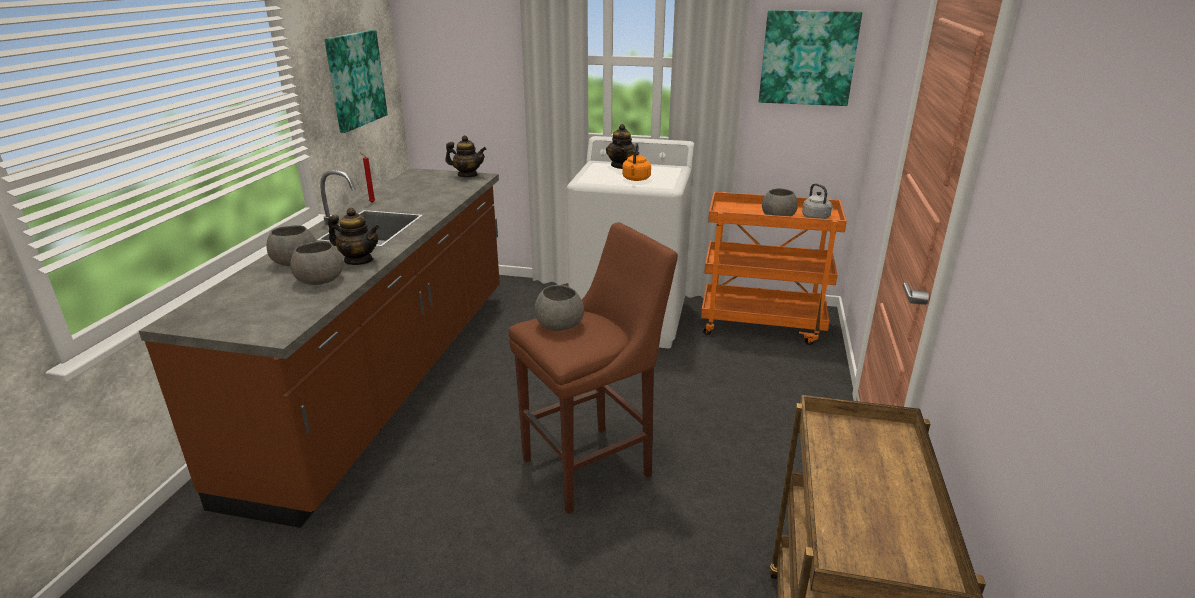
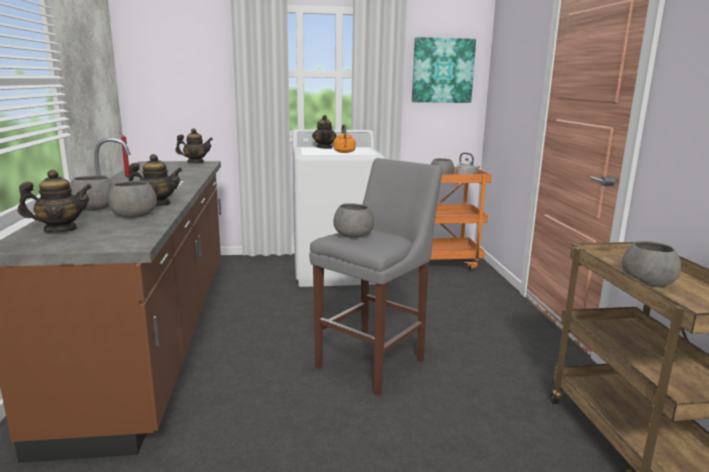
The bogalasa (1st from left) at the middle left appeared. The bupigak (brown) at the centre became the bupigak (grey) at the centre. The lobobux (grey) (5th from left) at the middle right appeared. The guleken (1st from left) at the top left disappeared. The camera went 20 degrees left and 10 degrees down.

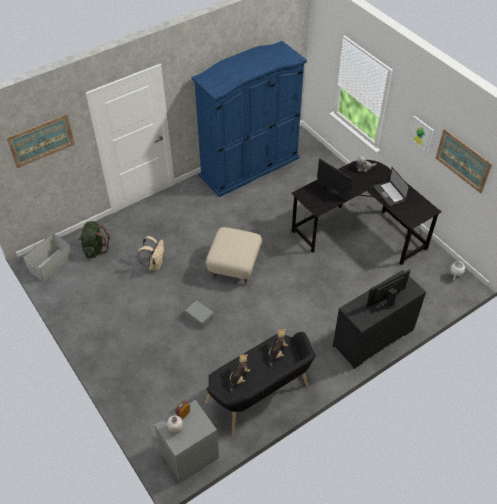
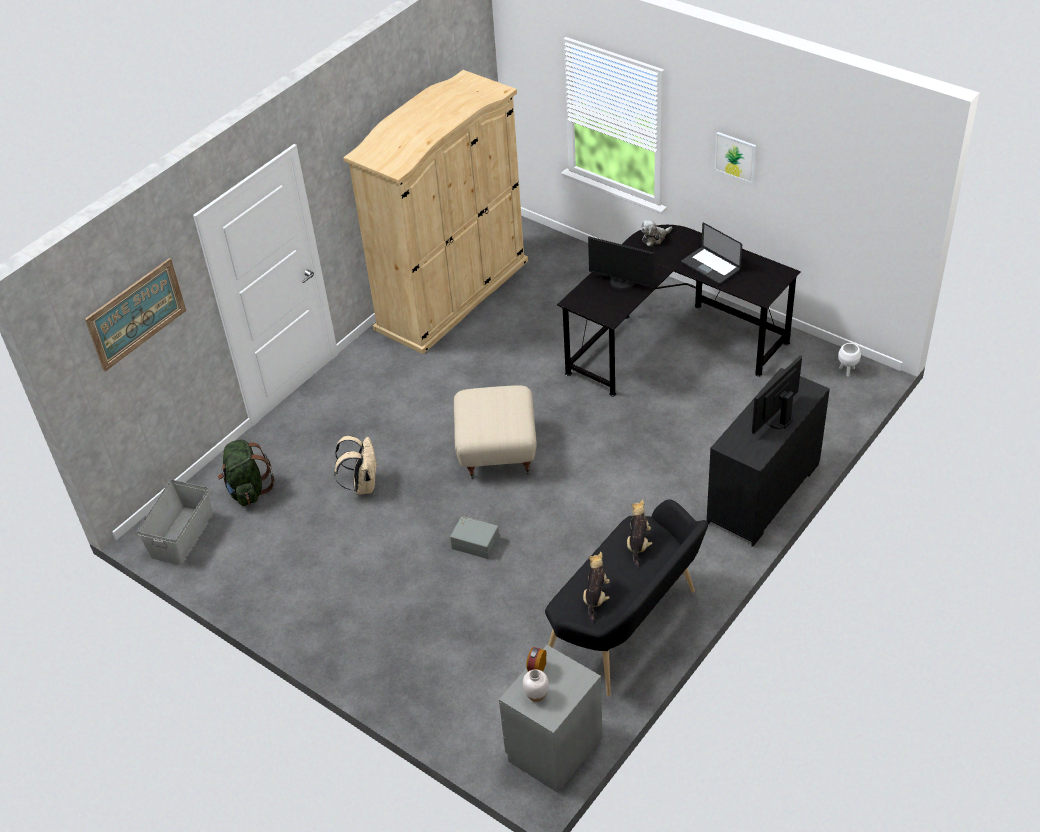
The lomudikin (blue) at the top centre became the lomudikin (beige) at the top centre. The guleken (3rd from left) at the top right disappeared. The camera went 15 degrees left and 5 degrees down.

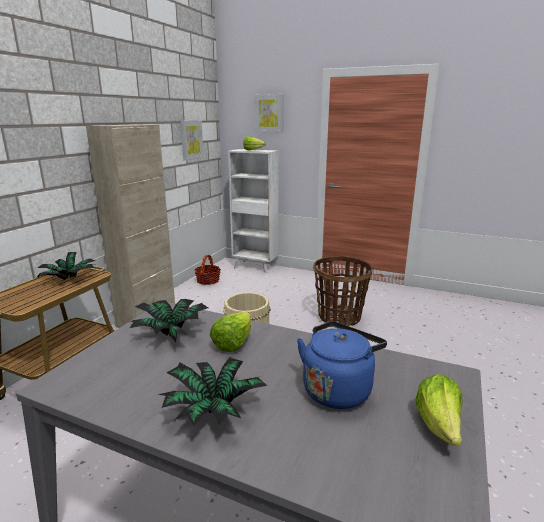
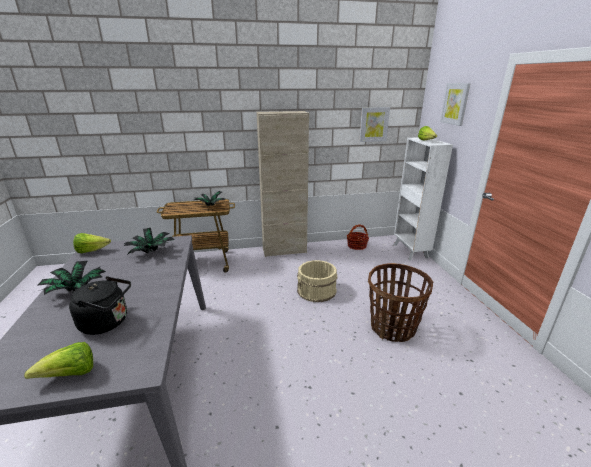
The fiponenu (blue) at the bottom centre became the fiponenu (black) at the middle left. The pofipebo (1st from left in the first image) moved from the centre to the middle left. The camera went 55 degrees right and 5 degrees up.

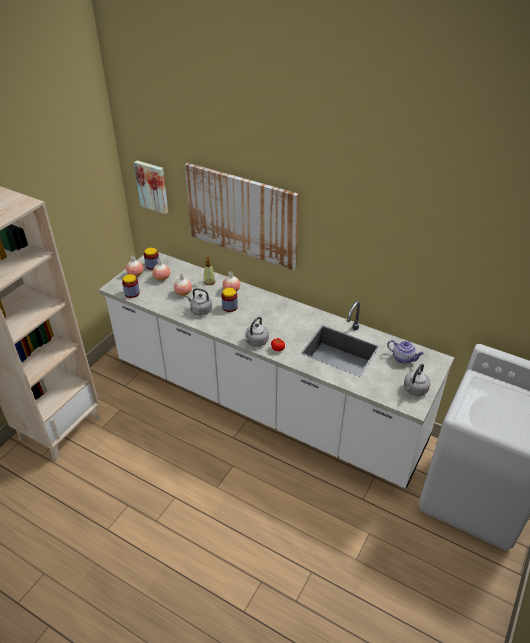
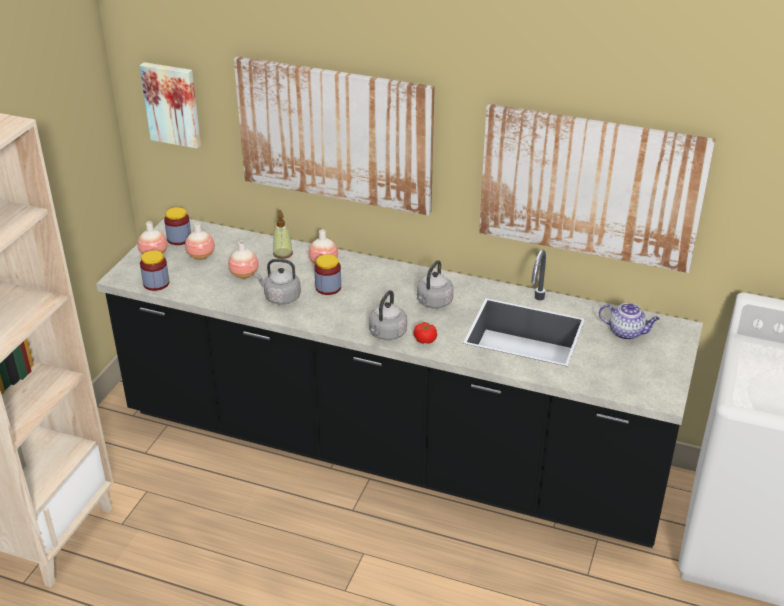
The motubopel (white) at the centre became the motubopel (black) at the centre. The fiponenu (grey) (3rd from left) moved from the middle right to the centre. The guleken (3rd from left) at the top right appeared. The camera went 10 degrees left and 5 degrees down.

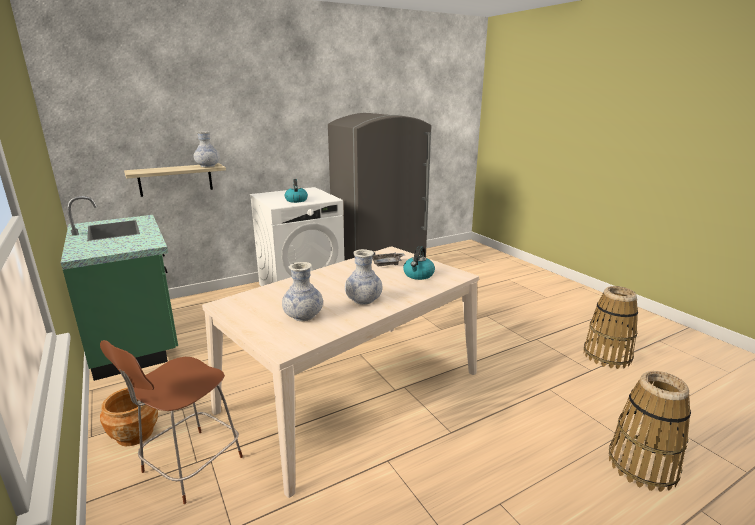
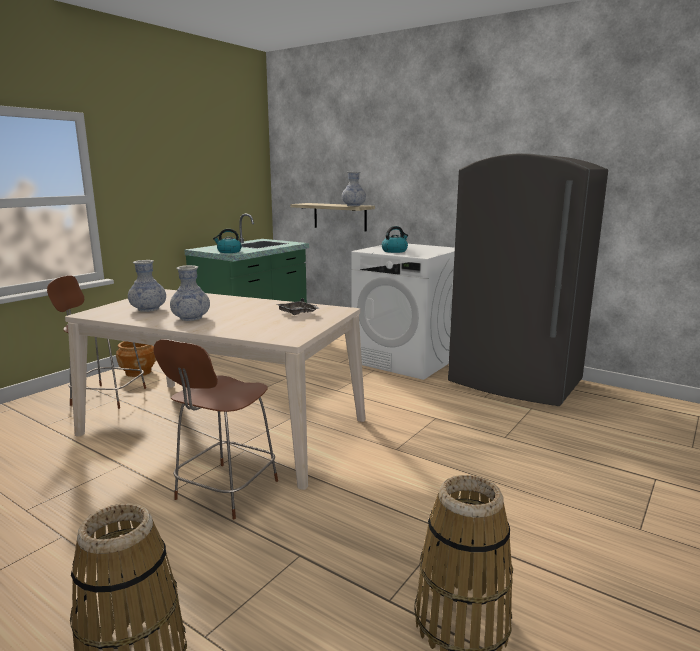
The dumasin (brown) (2nd from left) at the middle left appeared. The fiponenu (2nd from left in the first image) moved from the centre to the middle left. The camera went 65 degrees right and 5 degrees down.

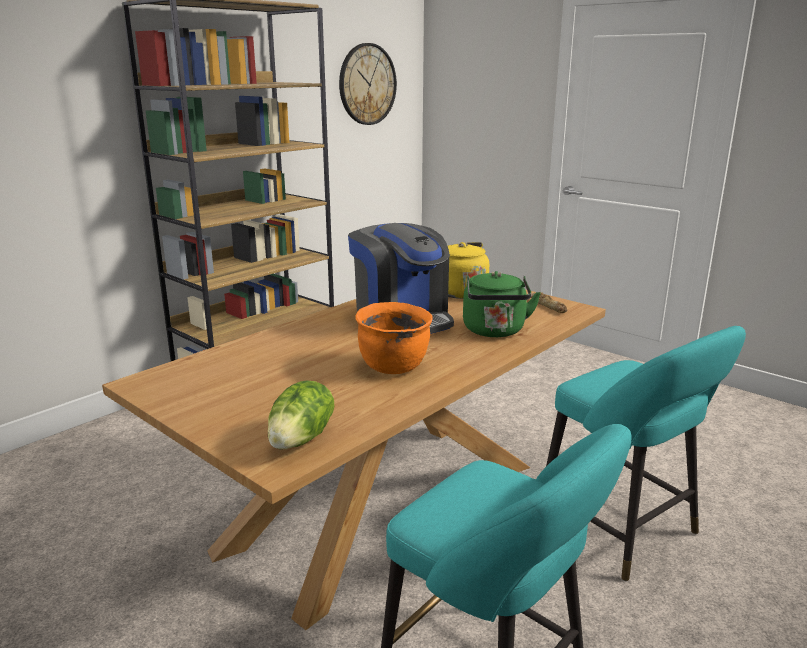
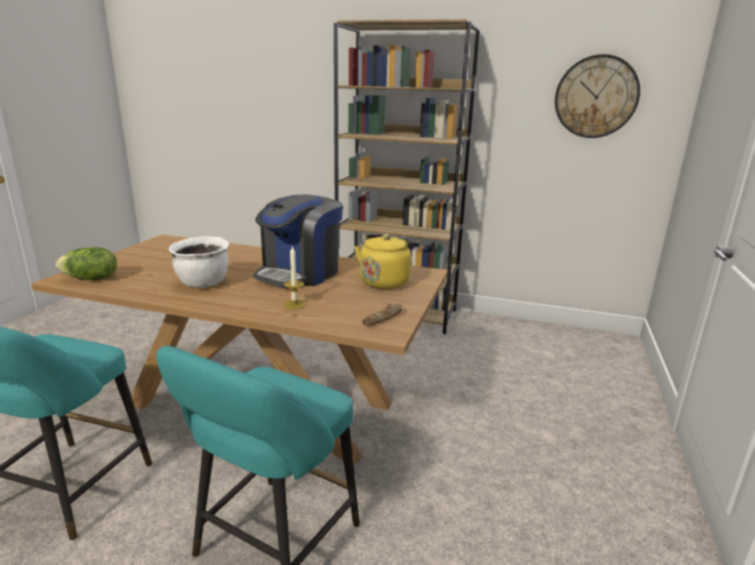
The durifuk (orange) at the centre became the durifuk (white) at the middle left. The fiponenu (green) at the centre was replaced by the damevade at the centre. The camera went 65 degrees right and 0 degrees up.

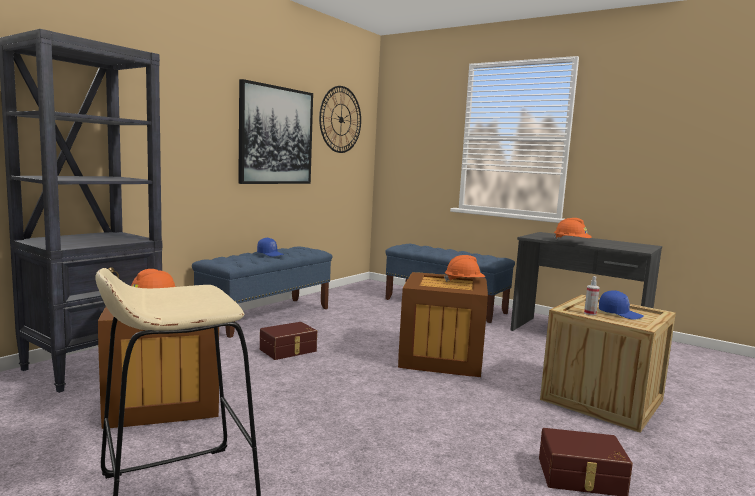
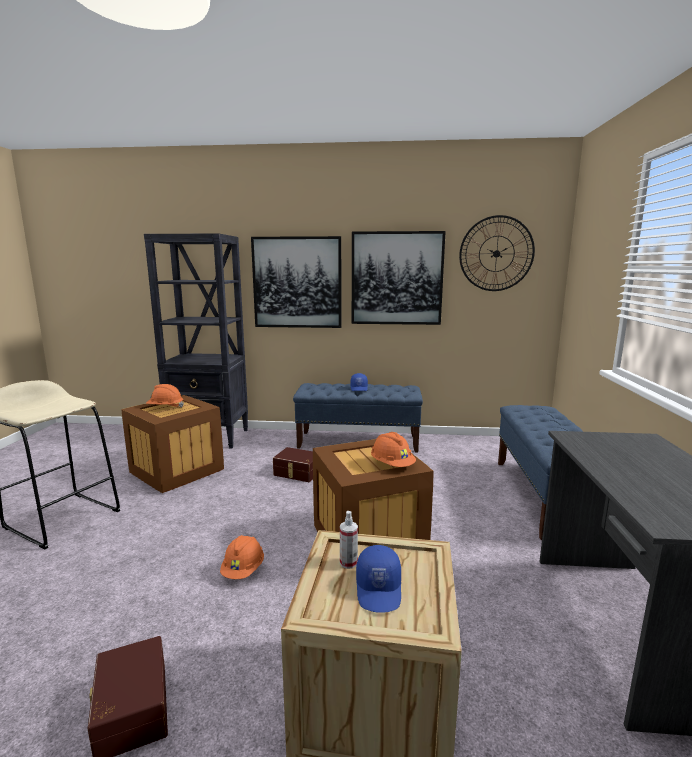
The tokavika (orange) (3rd from left in the first image) moved from the middle right to the bottom centre. The guleken (1st from left) at the centre appeared. The camera went 60 degrees right and 5 degrees up.

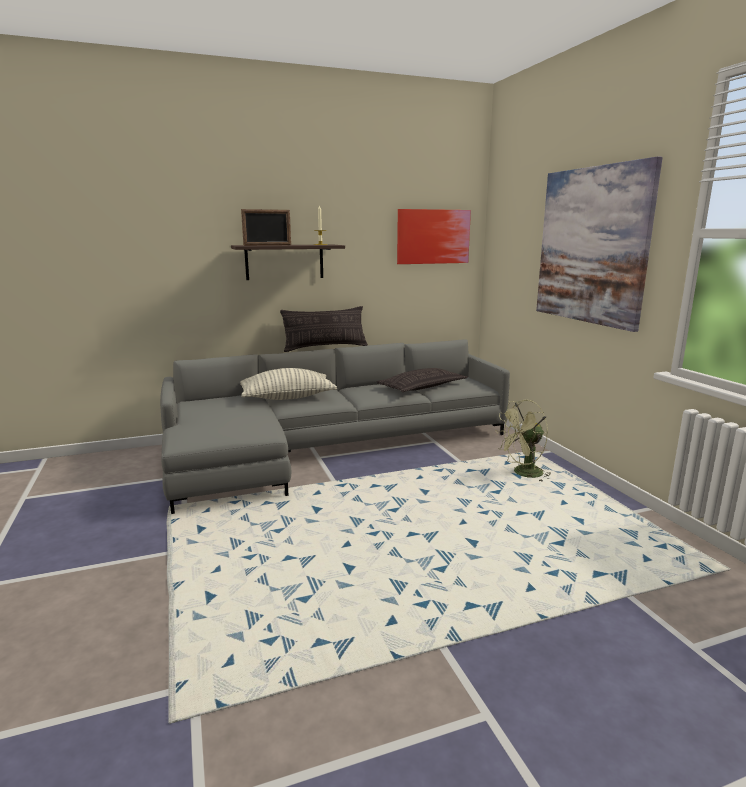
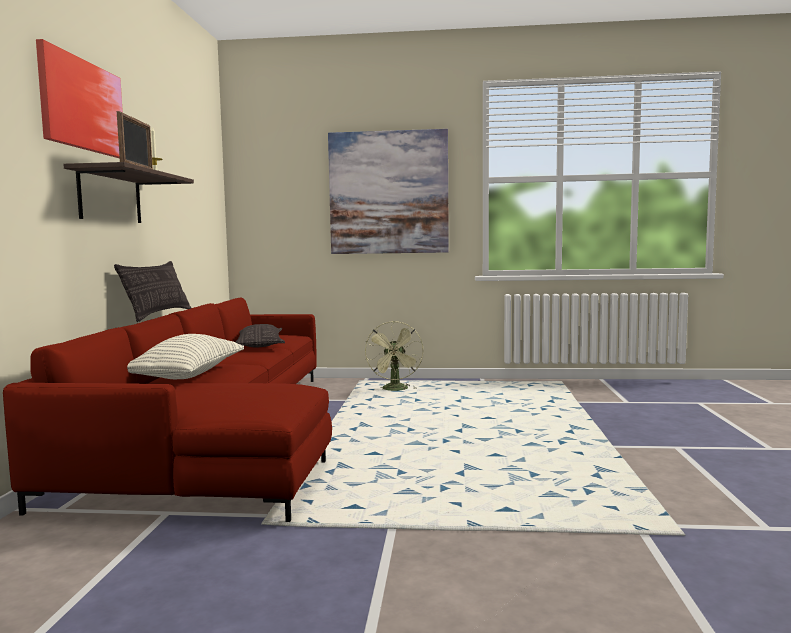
The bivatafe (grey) at the centre became the bivatafe (red) at the middle left. The guleken (1st from left) moved from the top centre to the top left. The camera went 65 degrees left and 10 degrees down.

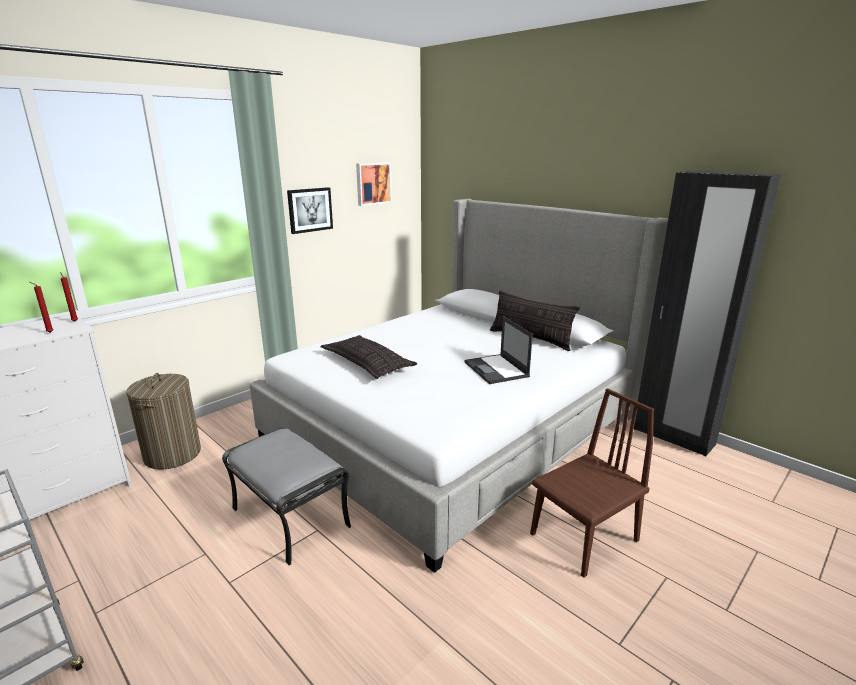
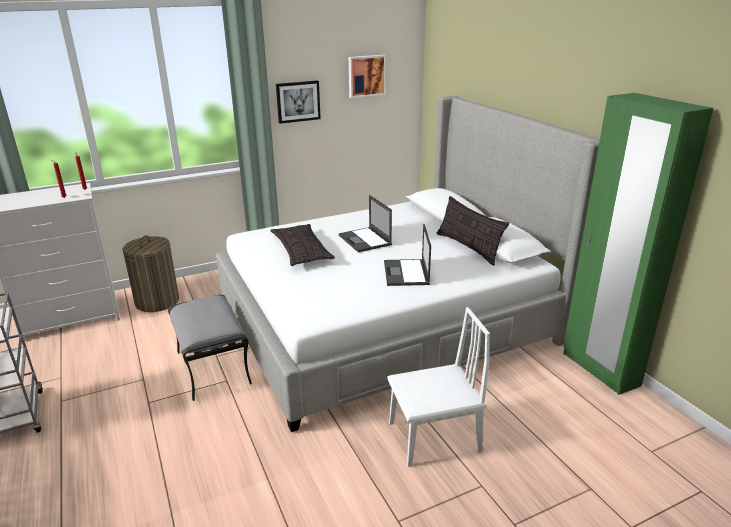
The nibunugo (1st from left) at the centre appeared. The dumasin (brown) at the bottom right became the dumasin (white) at the bottom centre. The lomudikin (black) at the middle right became the lomudikin (green) at the middle right. The camera went 20 degrees right and 5 degrees up.

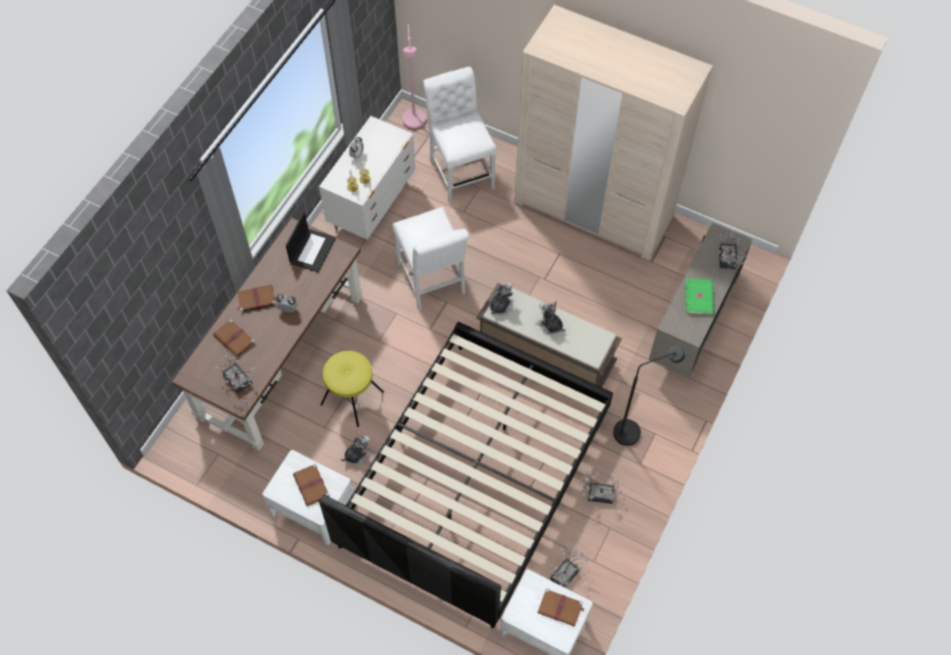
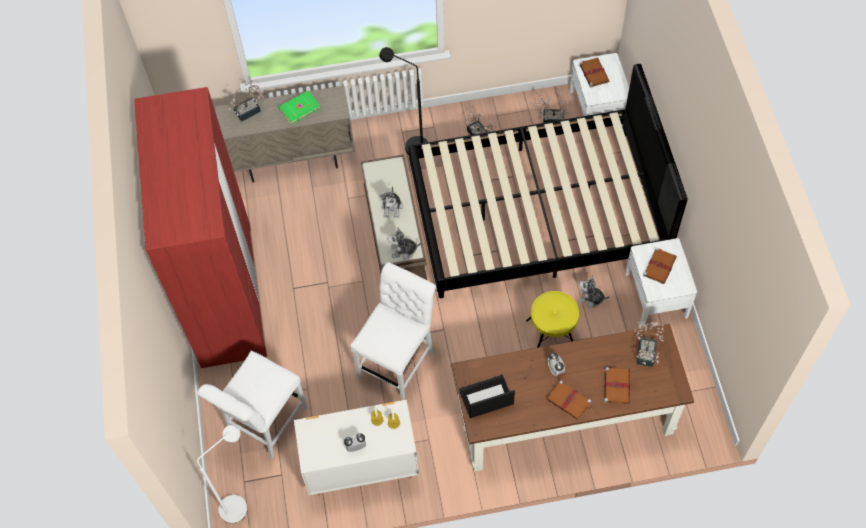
The lomudikin (beige) at the top centre became the lomudikin (red) at the middle left. The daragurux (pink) at the top centre became the daragurux (white) at the bottom left. The camera went 125 degrees left and 0 degrees up.

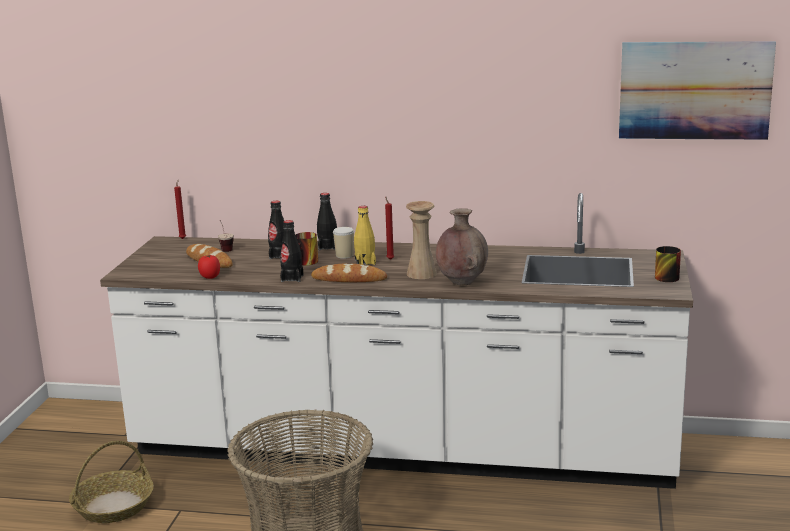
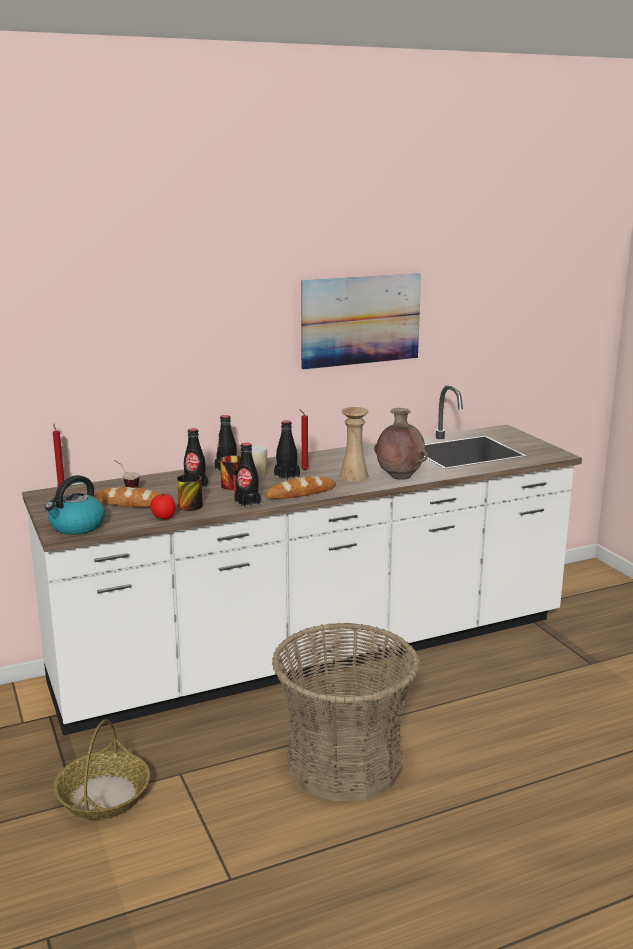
The fiponenu at the middle left appeared. The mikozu (2nd from left in the first image) moved from the middle right to the middle left. The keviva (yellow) at the centre became the keviva (black) (4th from left) at the centre. The guleken moved from the top right to the centre. The camera went 35 degrees left and 0 degrees up.

